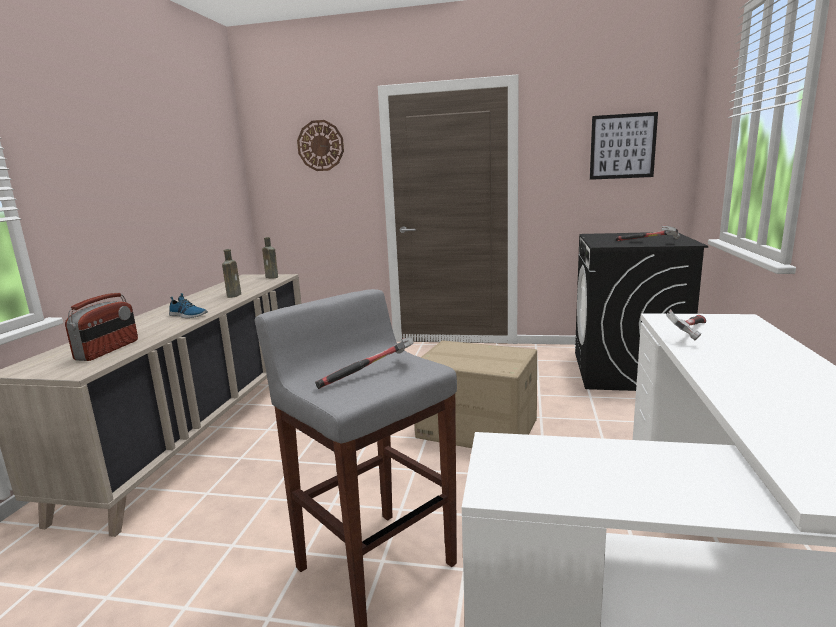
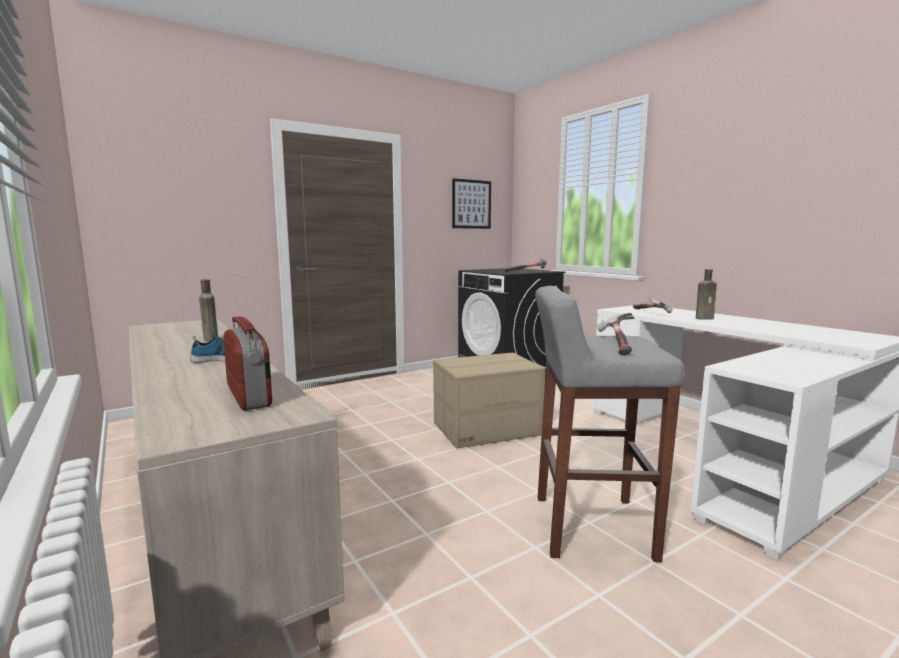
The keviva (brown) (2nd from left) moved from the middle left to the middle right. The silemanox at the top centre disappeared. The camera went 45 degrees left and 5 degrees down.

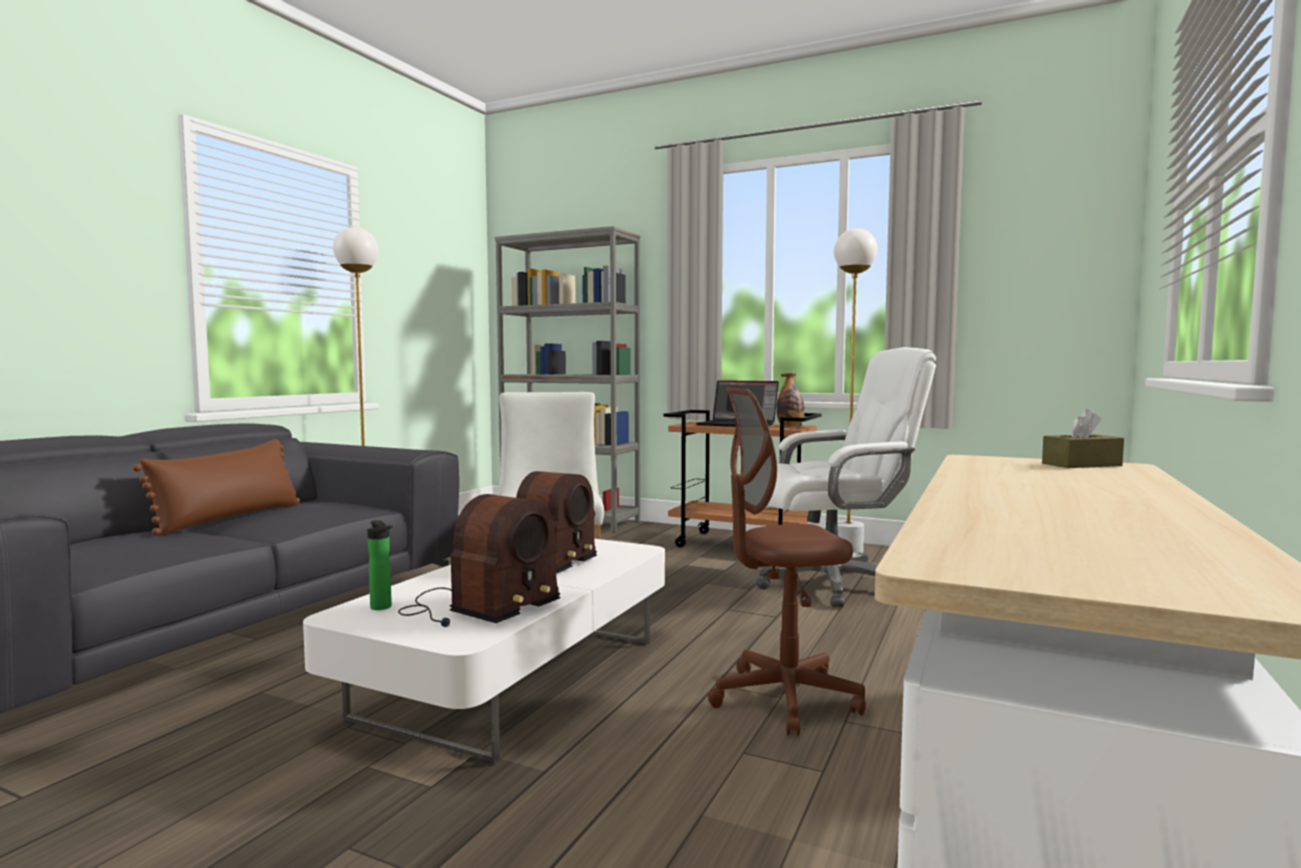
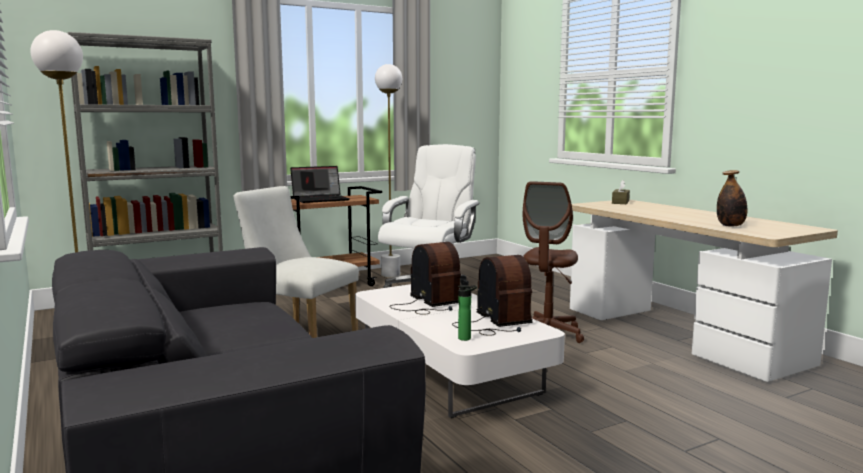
The keviva (2nd from left) moved from the centre to the middle right. The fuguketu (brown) at the middle left disappeared. The camera went 55 degrees left and 5 degrees up.

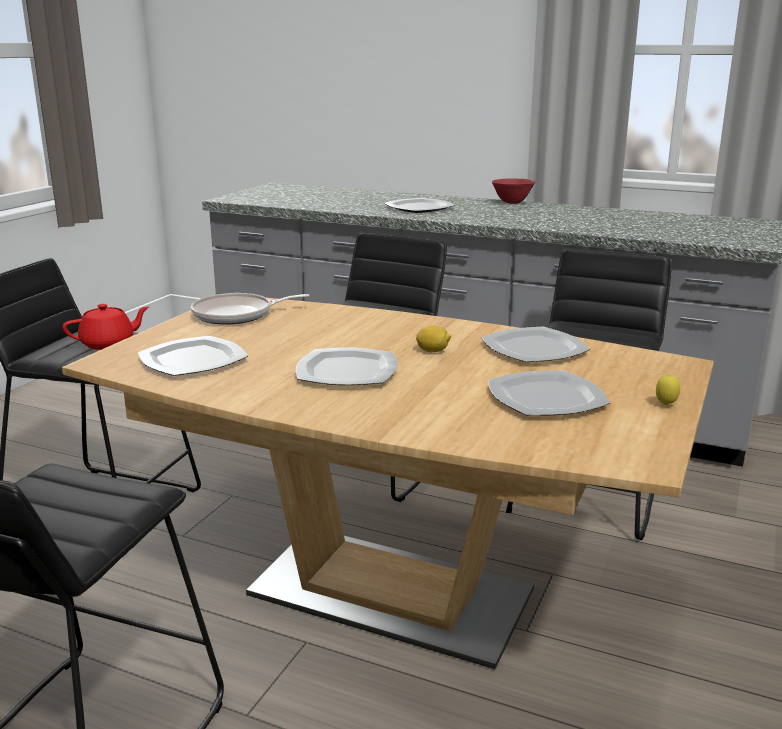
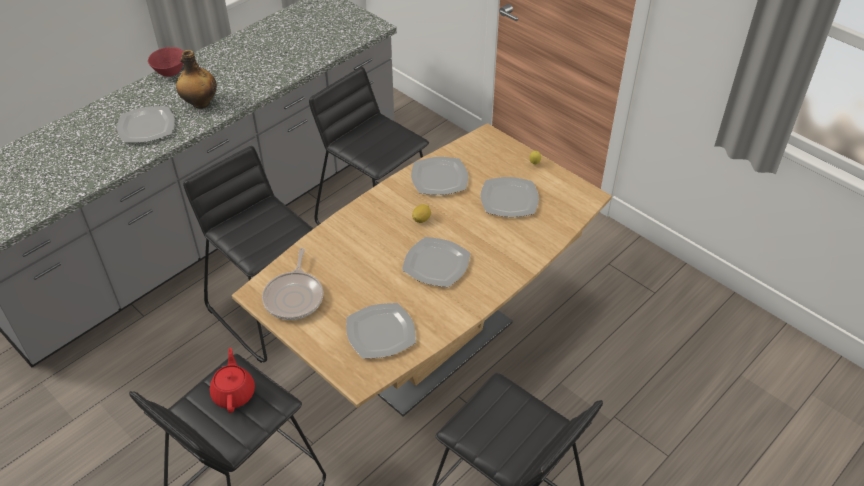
The keviva at the top left appeared. The camera went 70 degrees left and 25 degrees up.

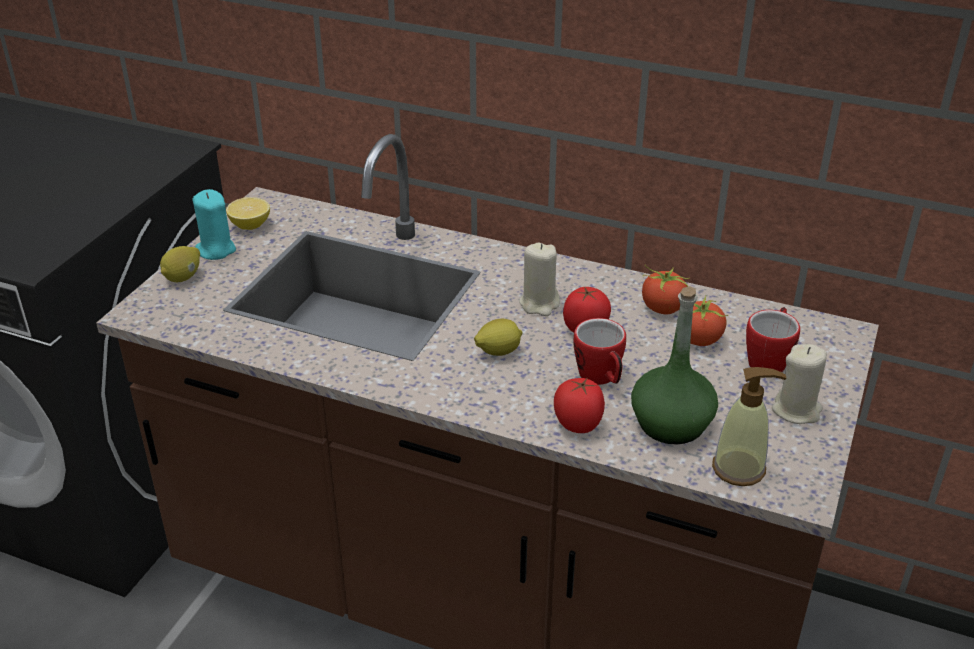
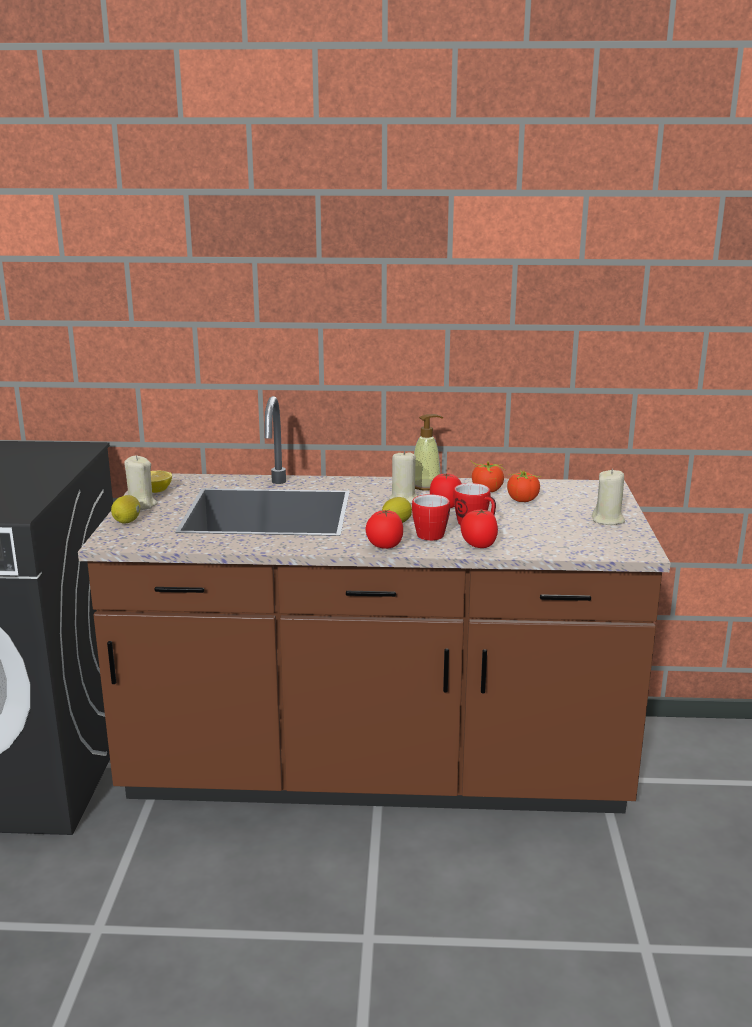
The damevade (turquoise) at the middle left became the damevade (beige) (1st from left) at the middle left. The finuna (1st from left) at the centre appeared. The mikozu (2nd from left in the first image) moved from the middle right to the centre. The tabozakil moved from the middle right to the centre. The keviva (green) at the middle right disappeared. The camera went 20 degrees left and 15 degrees down.

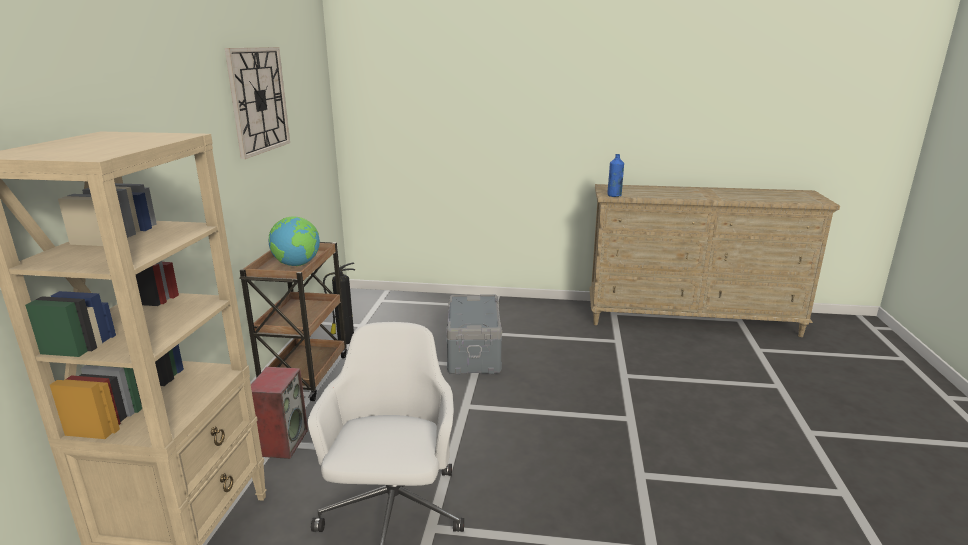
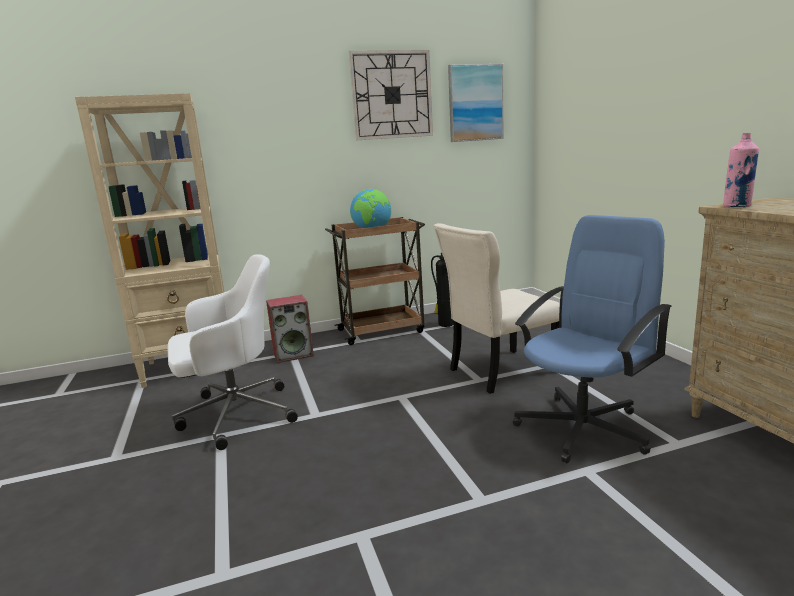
The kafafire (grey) at the centre was replaced by the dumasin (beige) at the centre. The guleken at the top centre appeared. The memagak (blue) at the middle right appeared. The keviva (blue) at the top centre became the keviva (pink) at the top right. The camera went 65 degrees right and 5 degrees down.

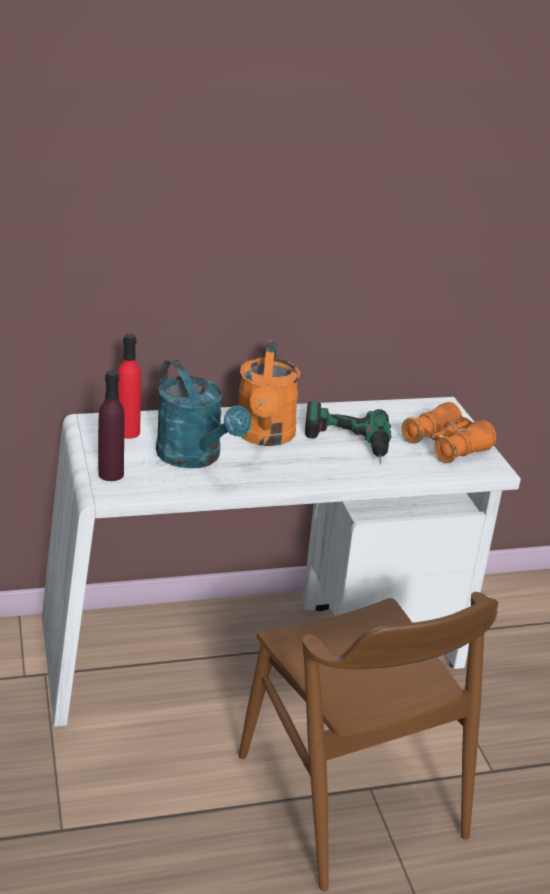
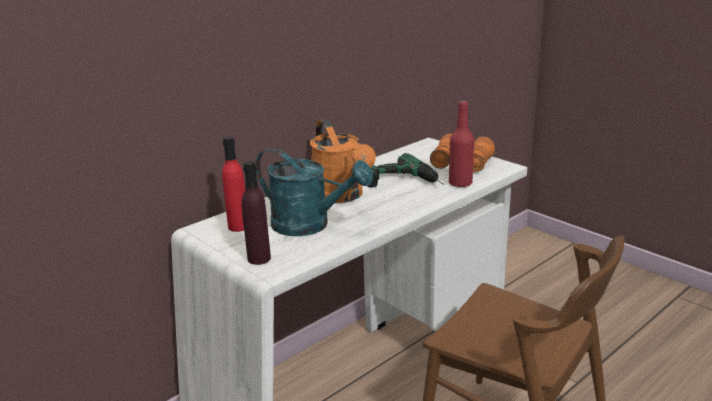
The keviva (red) (2nd from left) at the centre appeared. The camera went 25 degrees left and 5 degrees down.

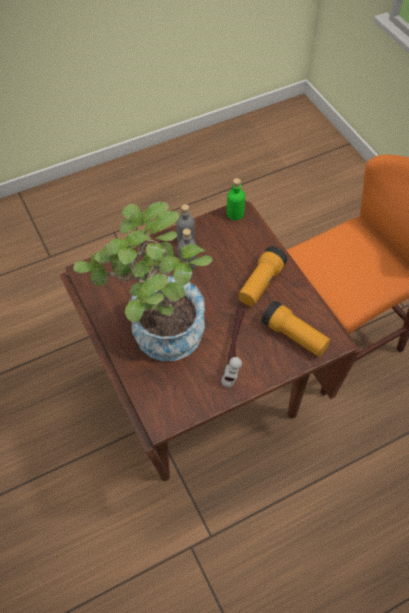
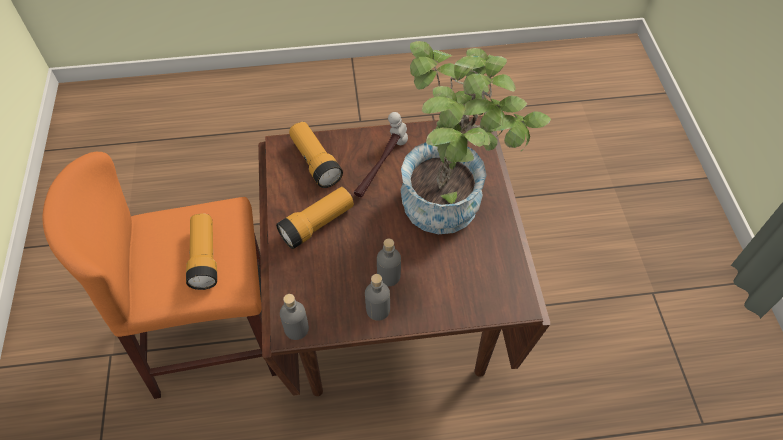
The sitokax (1st from left) at the middle left appeared. The keviva (green) at the top centre became the keviva (grey) (1st from left) at the bottom centre. The camera went 160 degrees left and 0 degrees up.

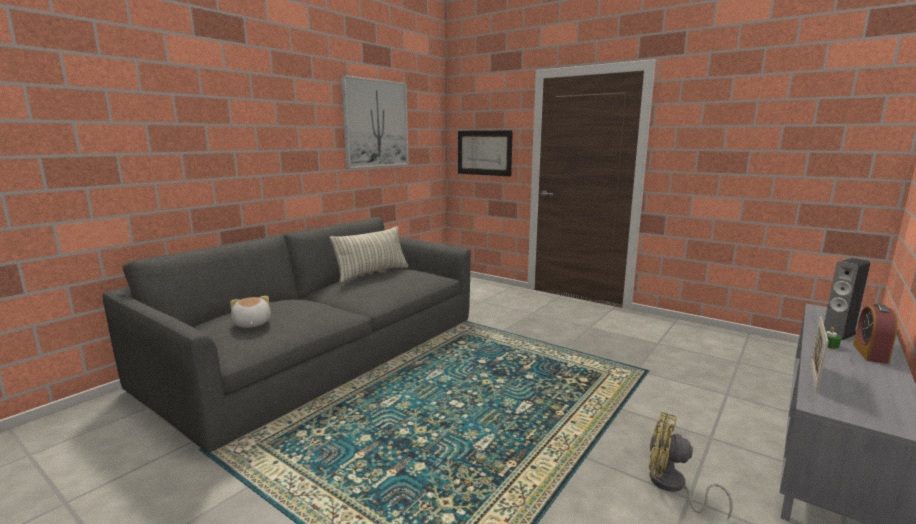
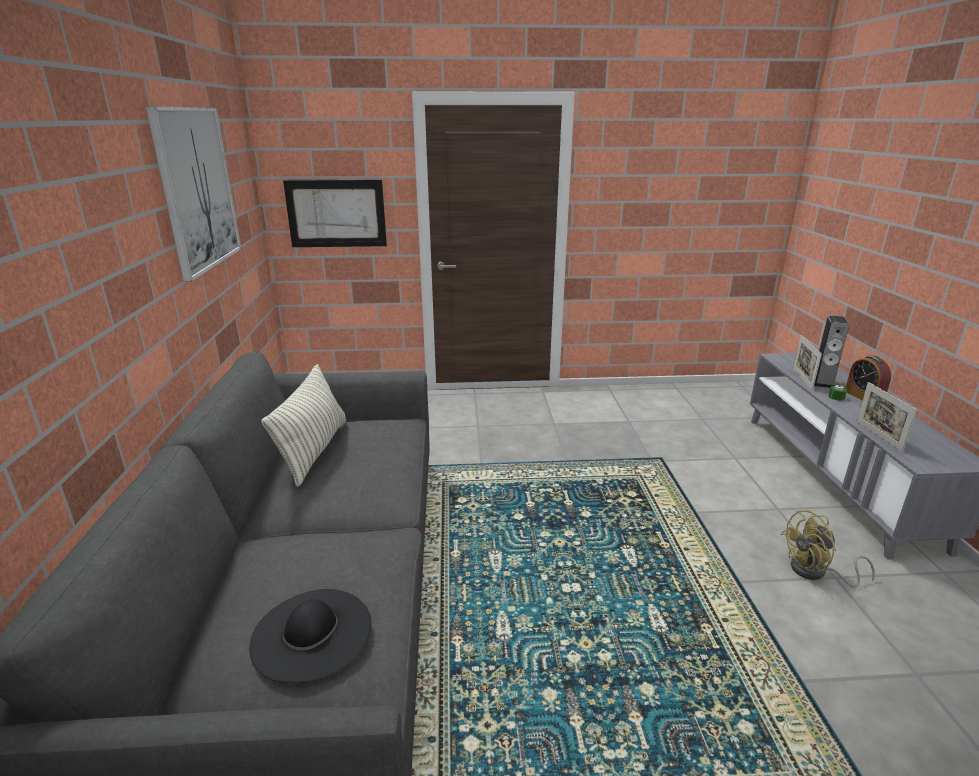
The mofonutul at the middle left was replaced by the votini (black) at the bottom left. The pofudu (1st from left) at the middle right appeared. The camera went 40 degrees left and 10 degrees up.

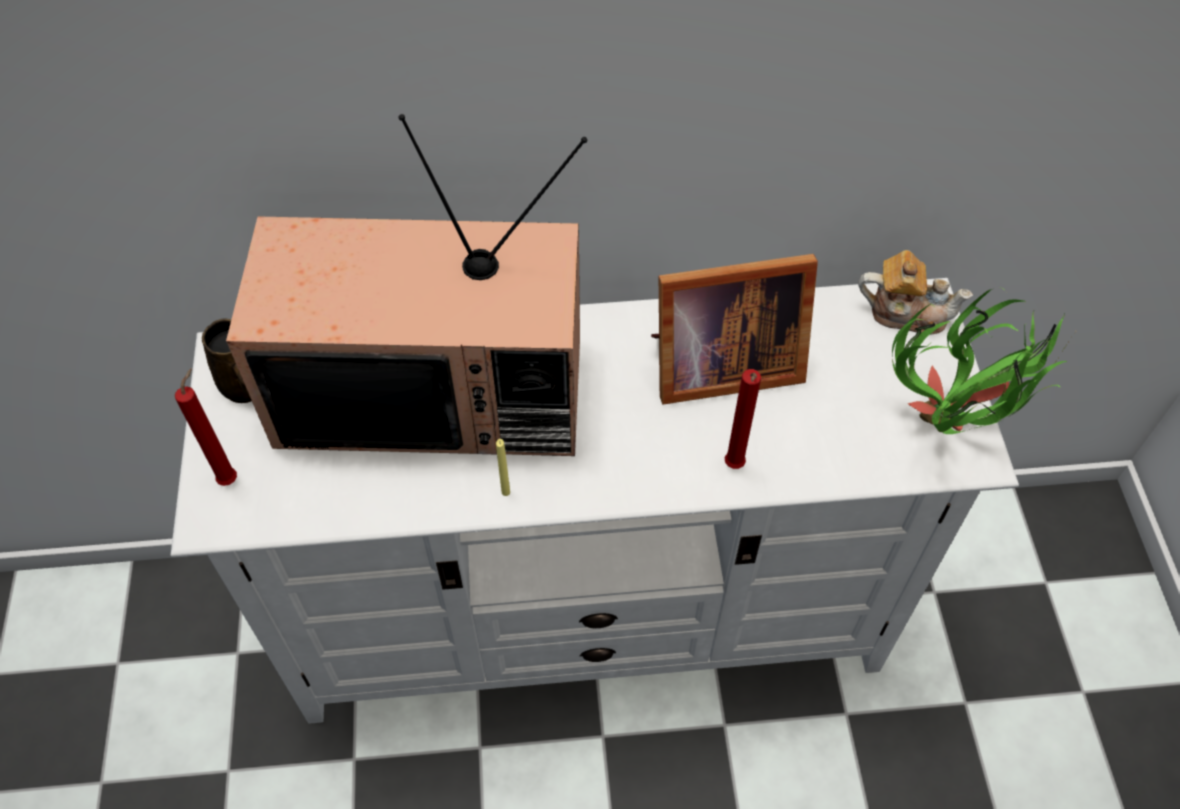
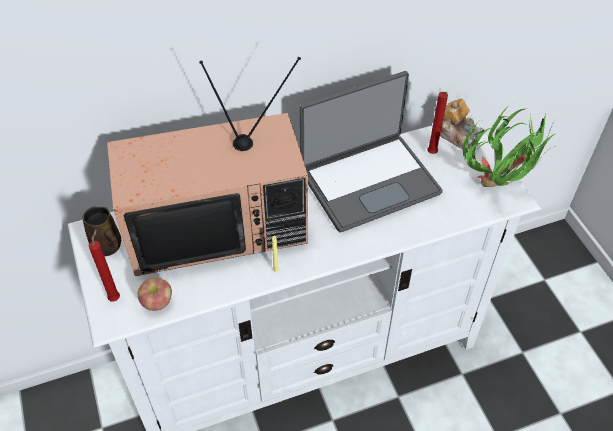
The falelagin at the bottom left appeared. The pofudu at the centre was replaced by the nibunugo at the centre. The damevade (red) (2nd from left) moved from the centre to the top right. The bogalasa at the middle right turned 45 degrees clockwise. The camera went 15 degrees left and 5 degrees down.

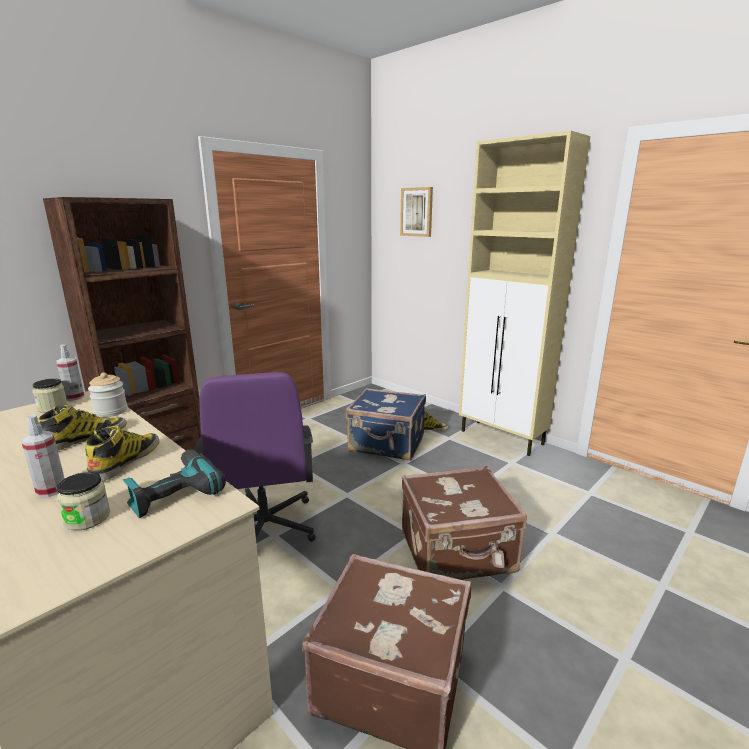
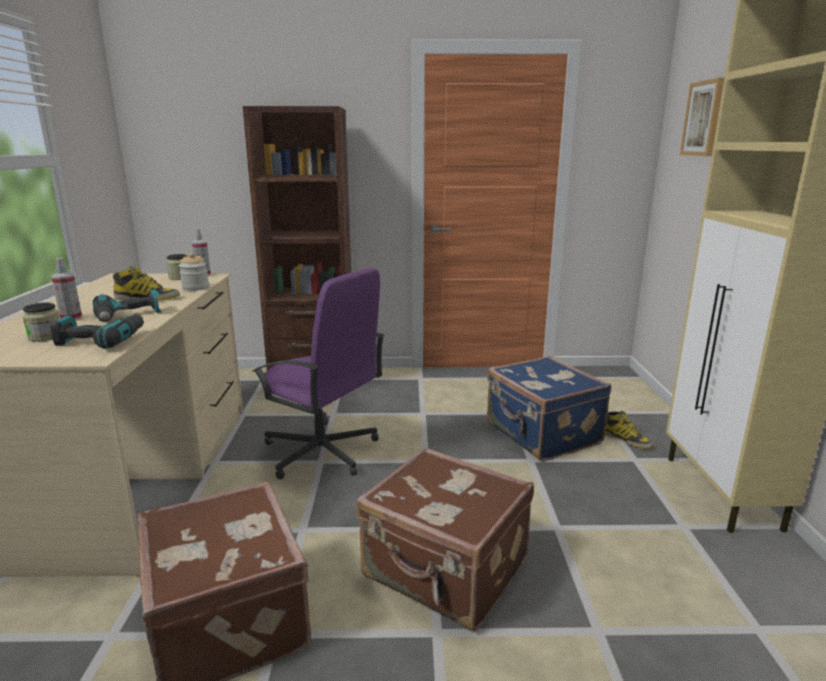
The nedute (2nd from left) at the middle left was replaced by the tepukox (2nd from left) at the middle left. The memagak (purple) at the centre turned 90 degrees counterclockwise. The camera went 45 degrees right and 0 degrees up.

